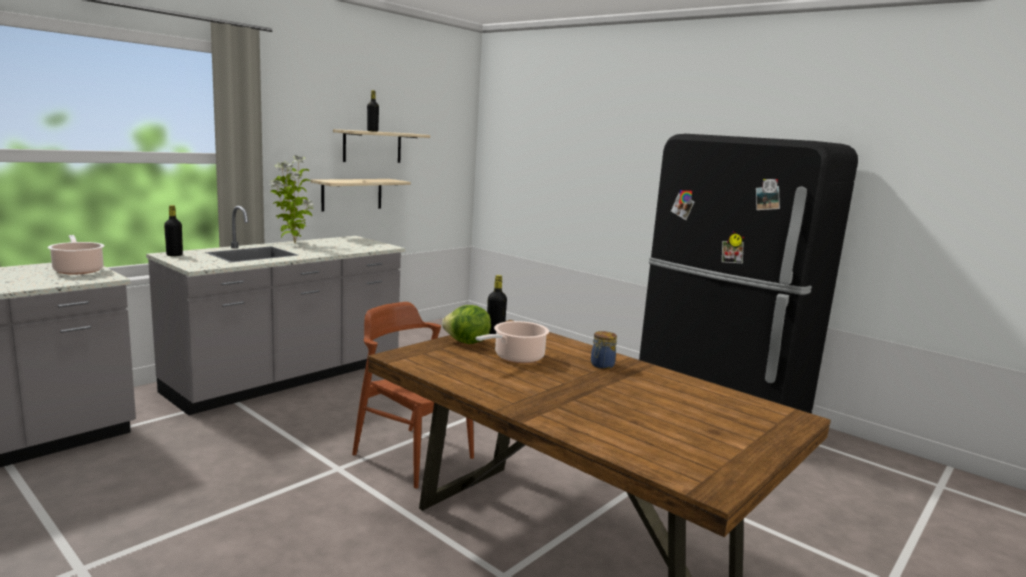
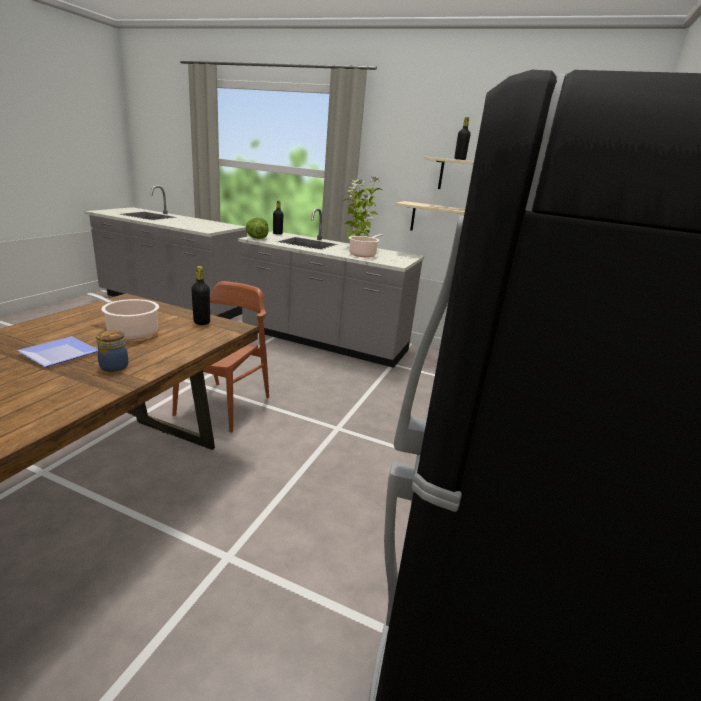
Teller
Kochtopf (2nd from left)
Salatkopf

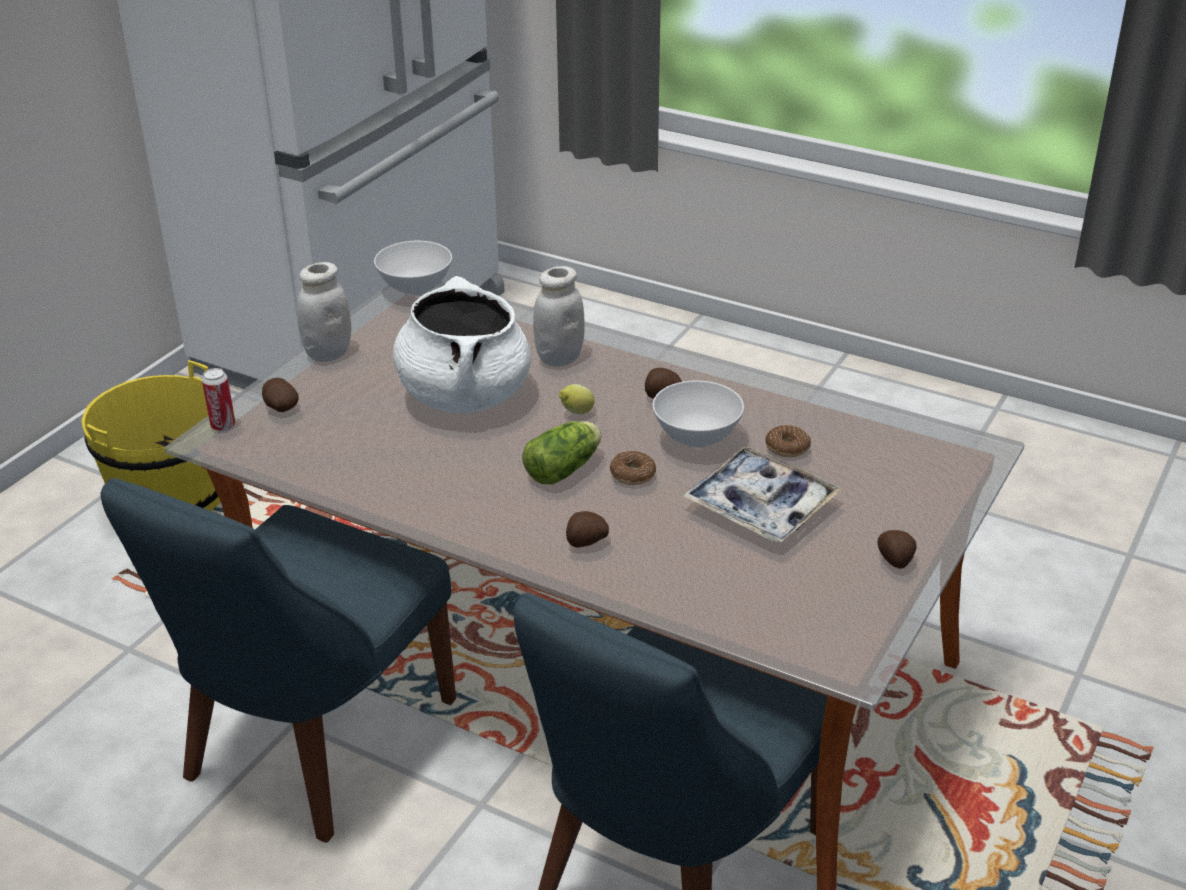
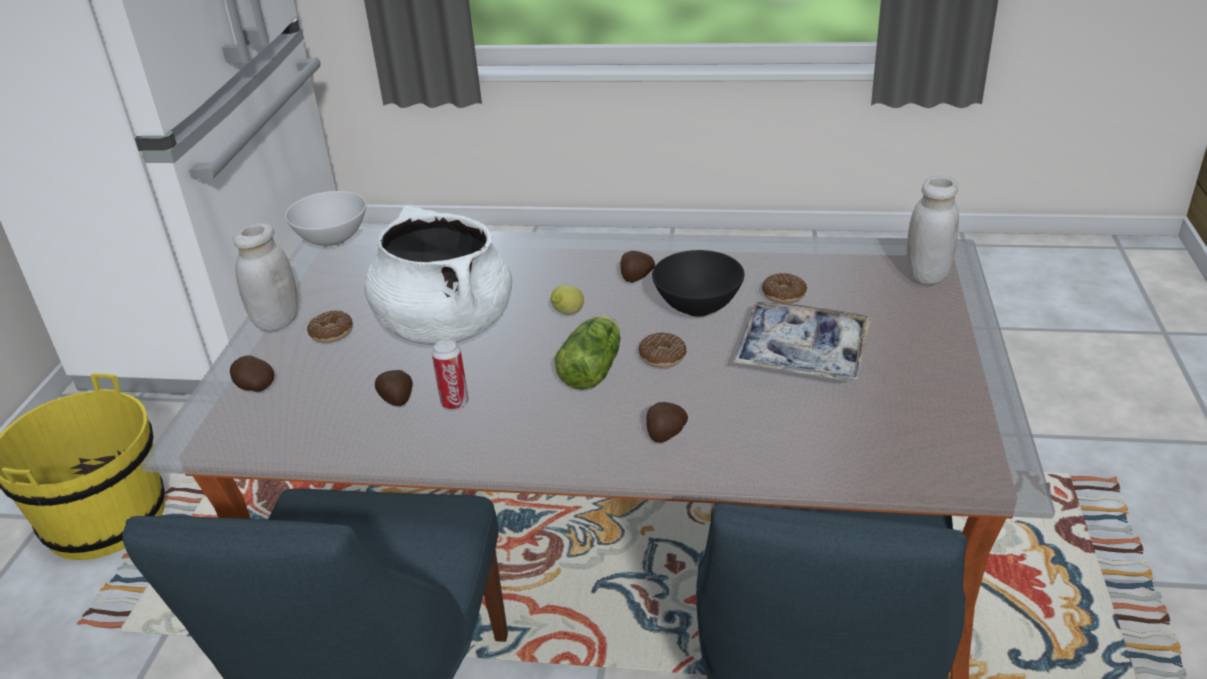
Donut (1st from left)
Dose
Vorratsglas/weiß (2nd from left)
Kartoffel (2nd from left)
Schüssel/schwarz

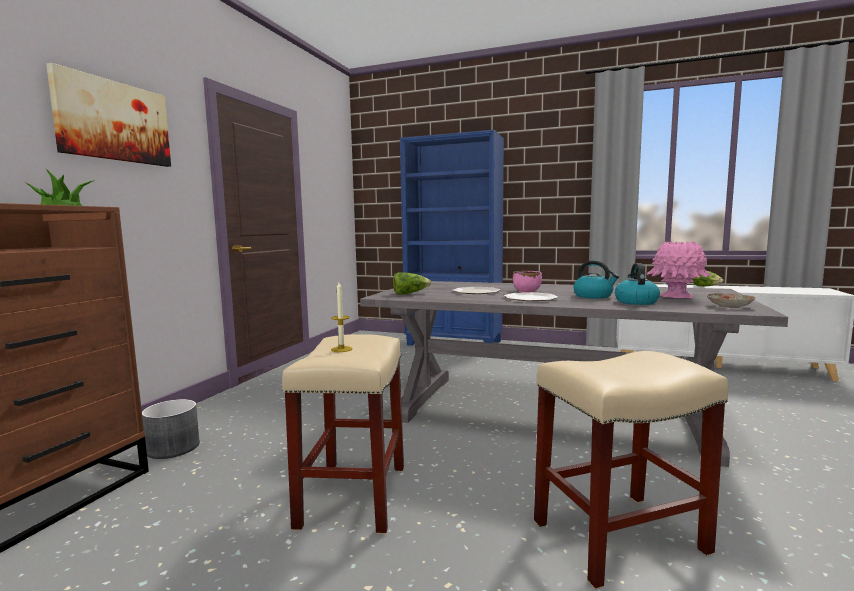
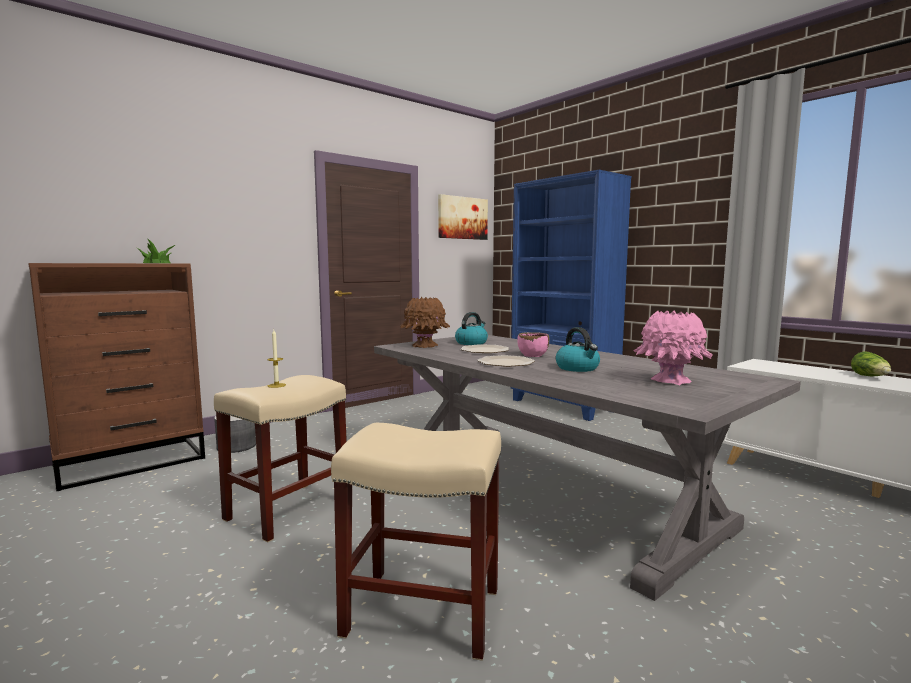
Teller (3rd from left in the first image)
Bild
Wasserkessel (1st from left)
Vase/braun

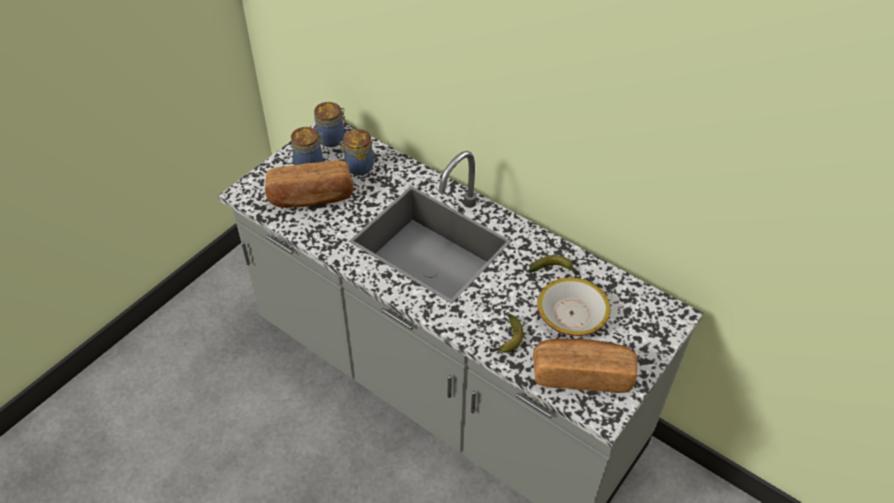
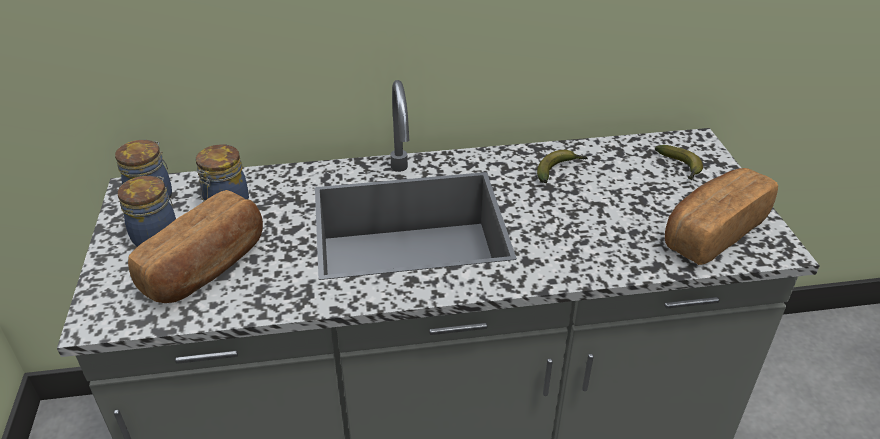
Schüssel
Banane (2nd from left)

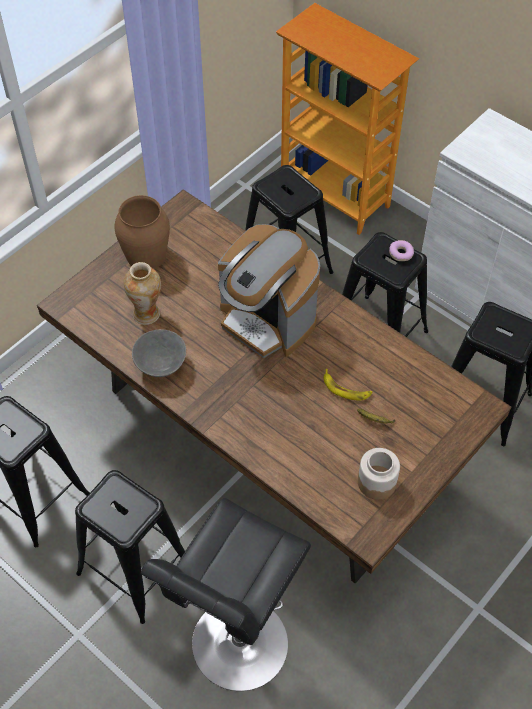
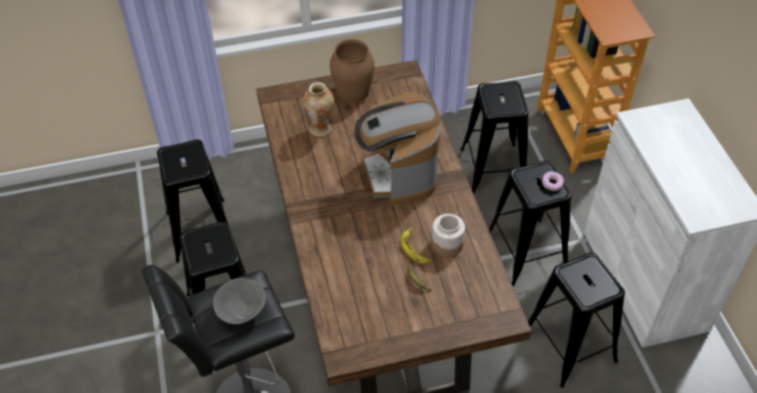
Schüssel/grau
Vorratsglas

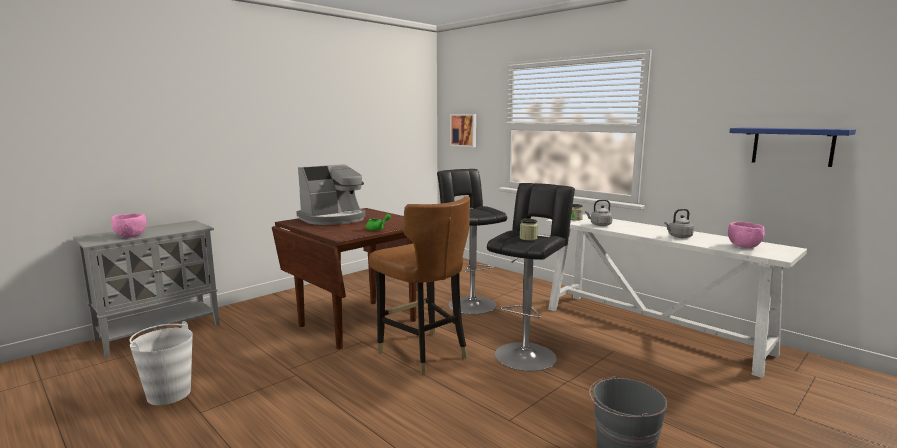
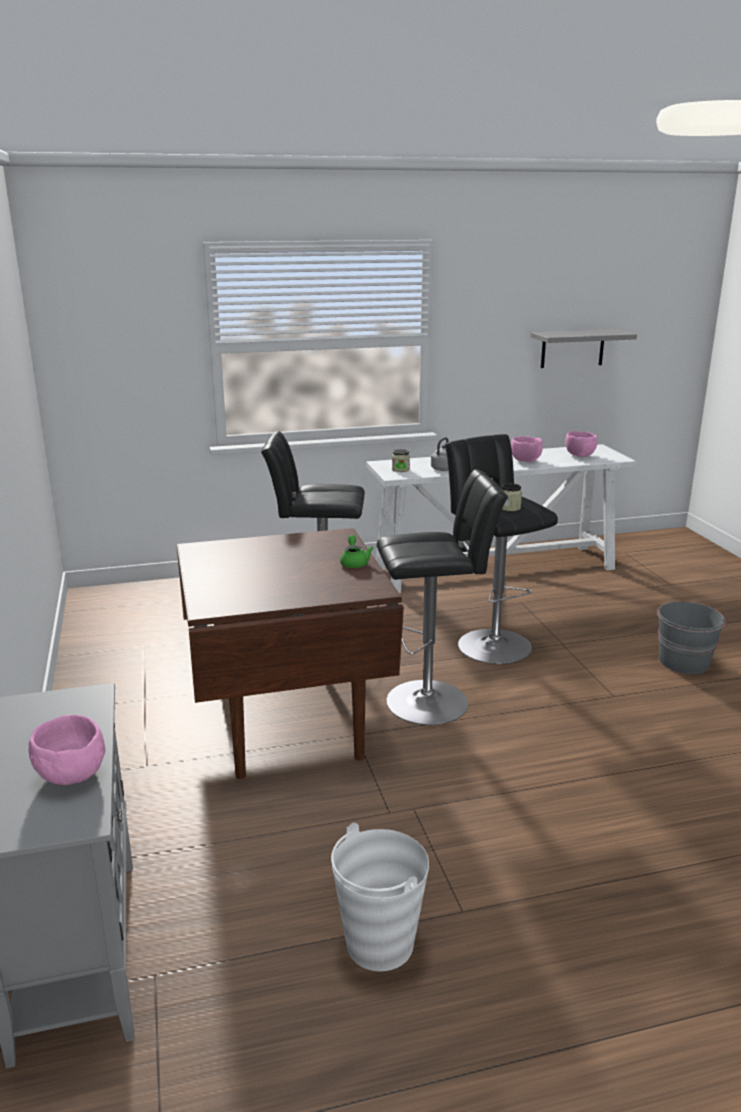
Kaffeemaschine
Bild
Hocker/schwarz (2nd from left)
Schüssel/rosa (2nd from left)
Wandregal/grau

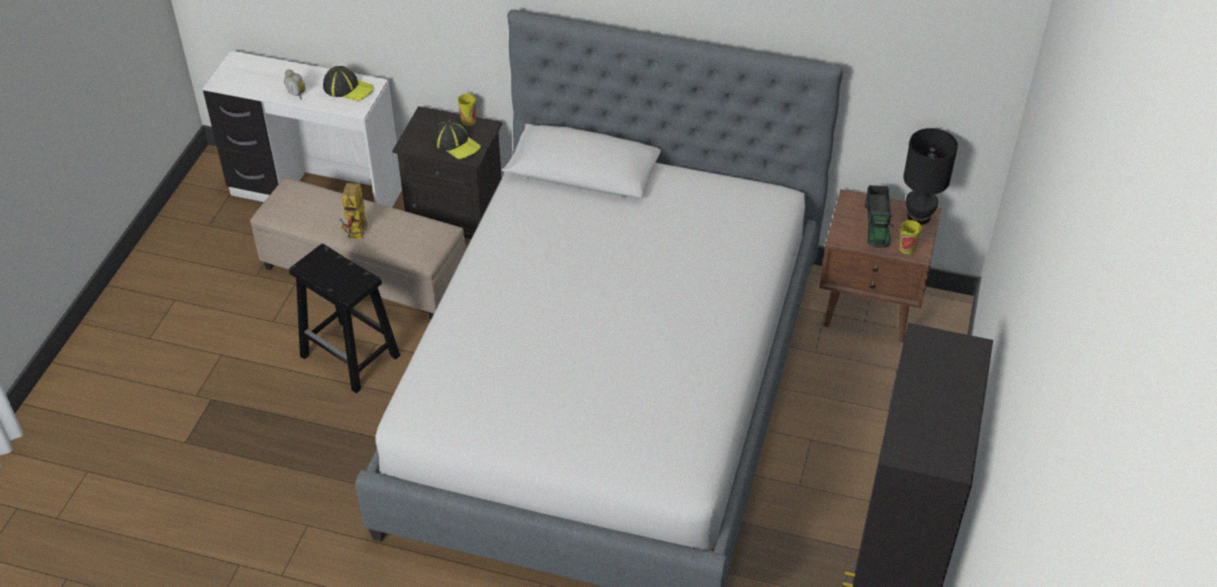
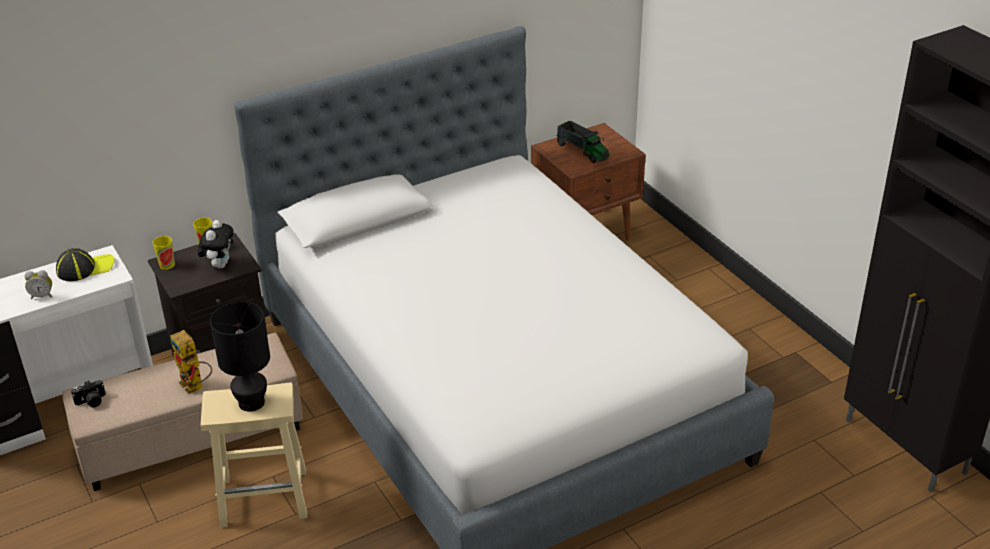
Kamera
Tasse (1st from left)
Tischlampe/schwarz
Plüschtier
Hocker/beige

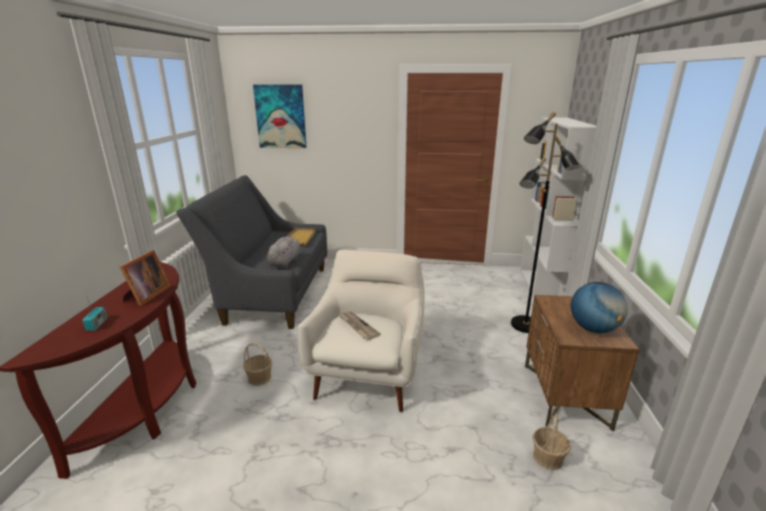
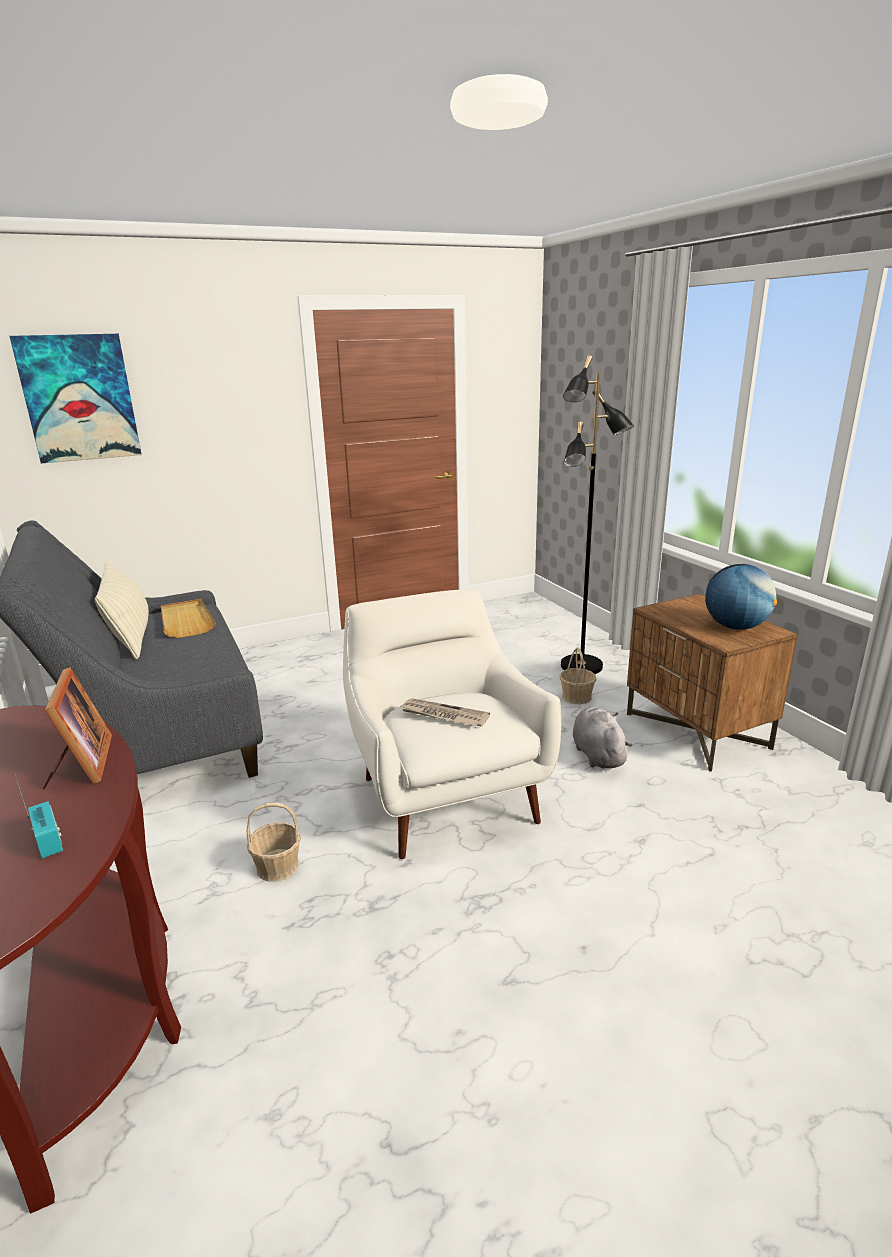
Bücherregal/weiß
Kissen/beige
Plüschtier/grau
Korb (2nd from left)

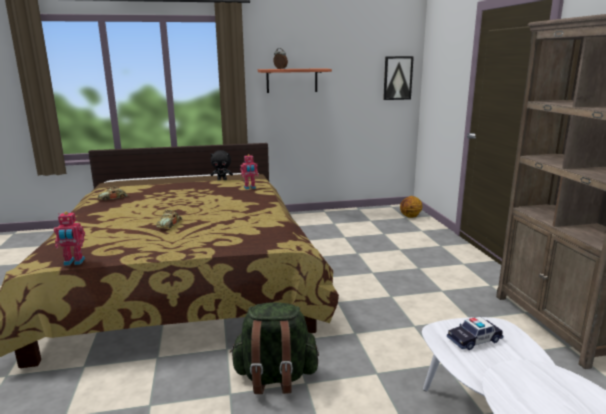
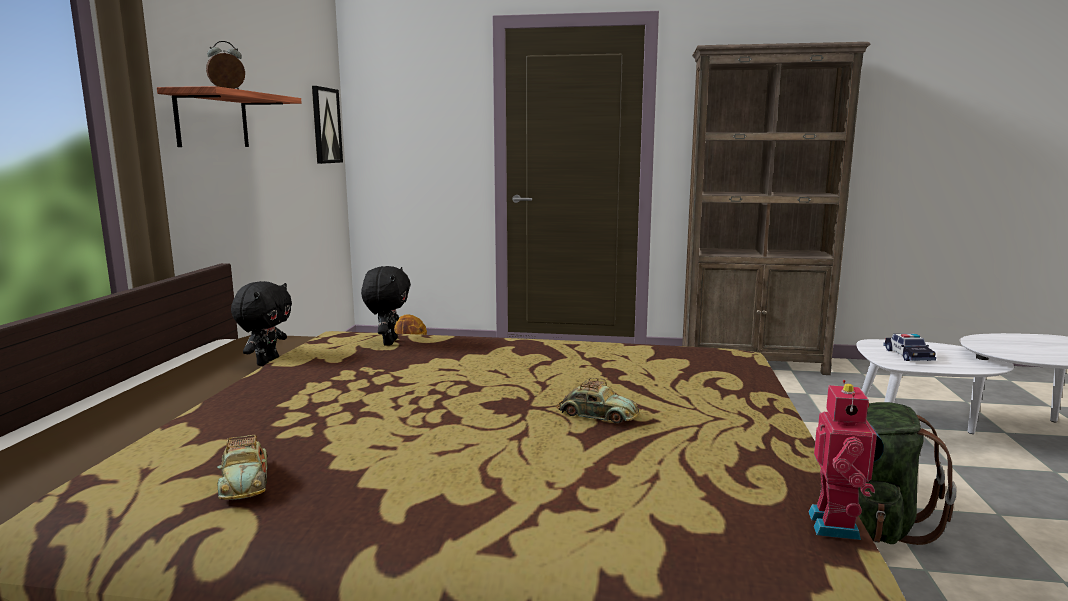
Plüschtier/schwarz (2nd from left)

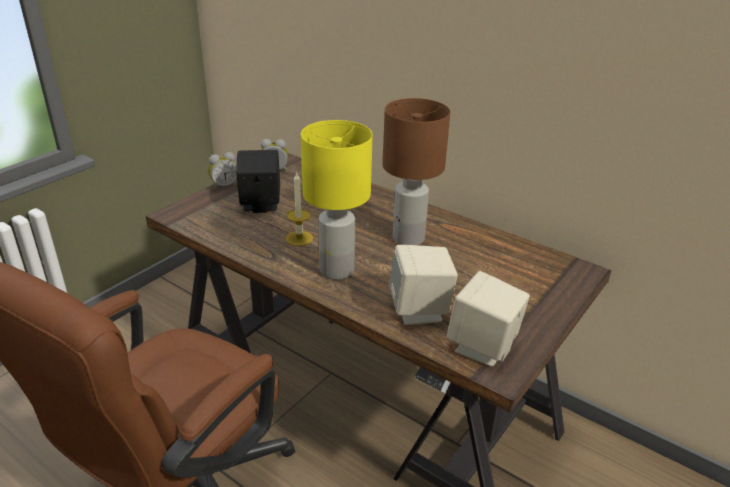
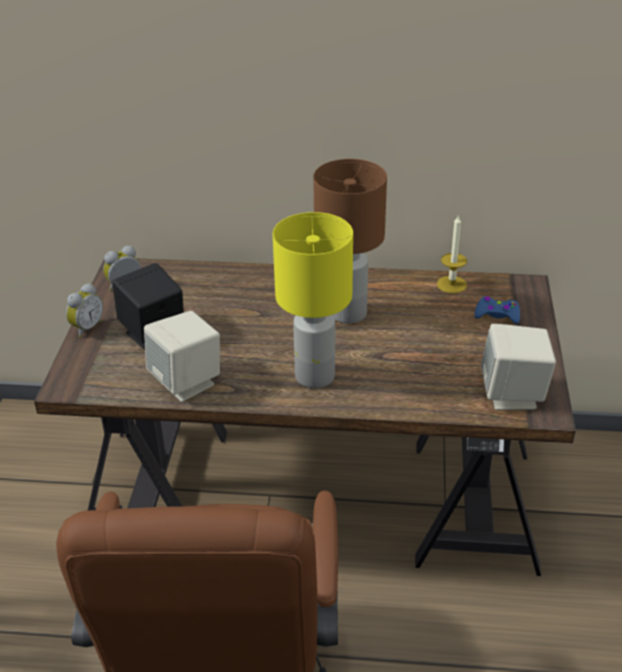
Gamepad/blau
Kerze
Lautsprecher/beige (1st from left)

